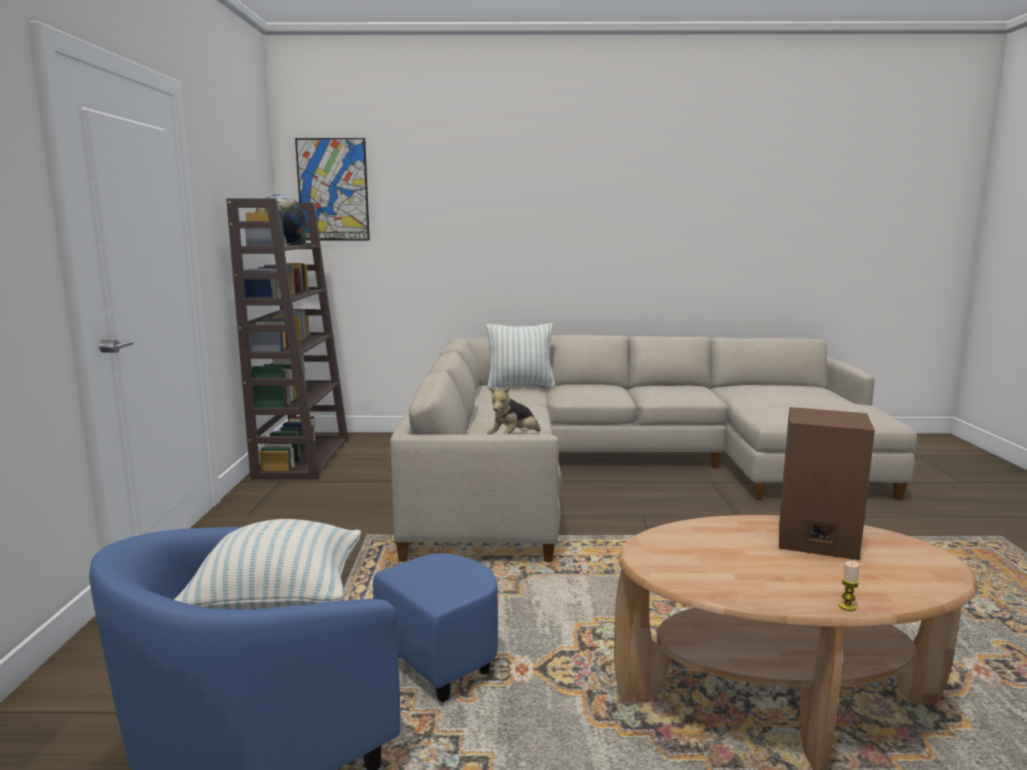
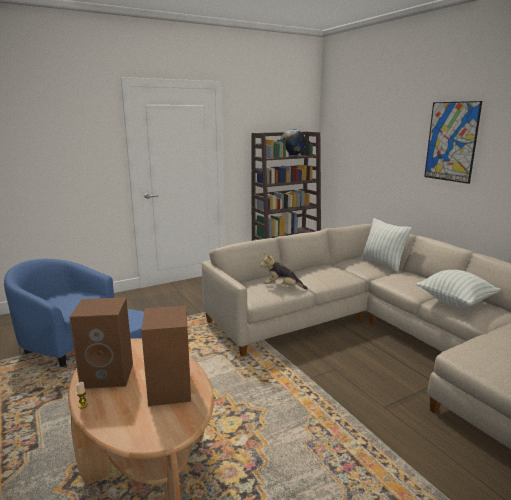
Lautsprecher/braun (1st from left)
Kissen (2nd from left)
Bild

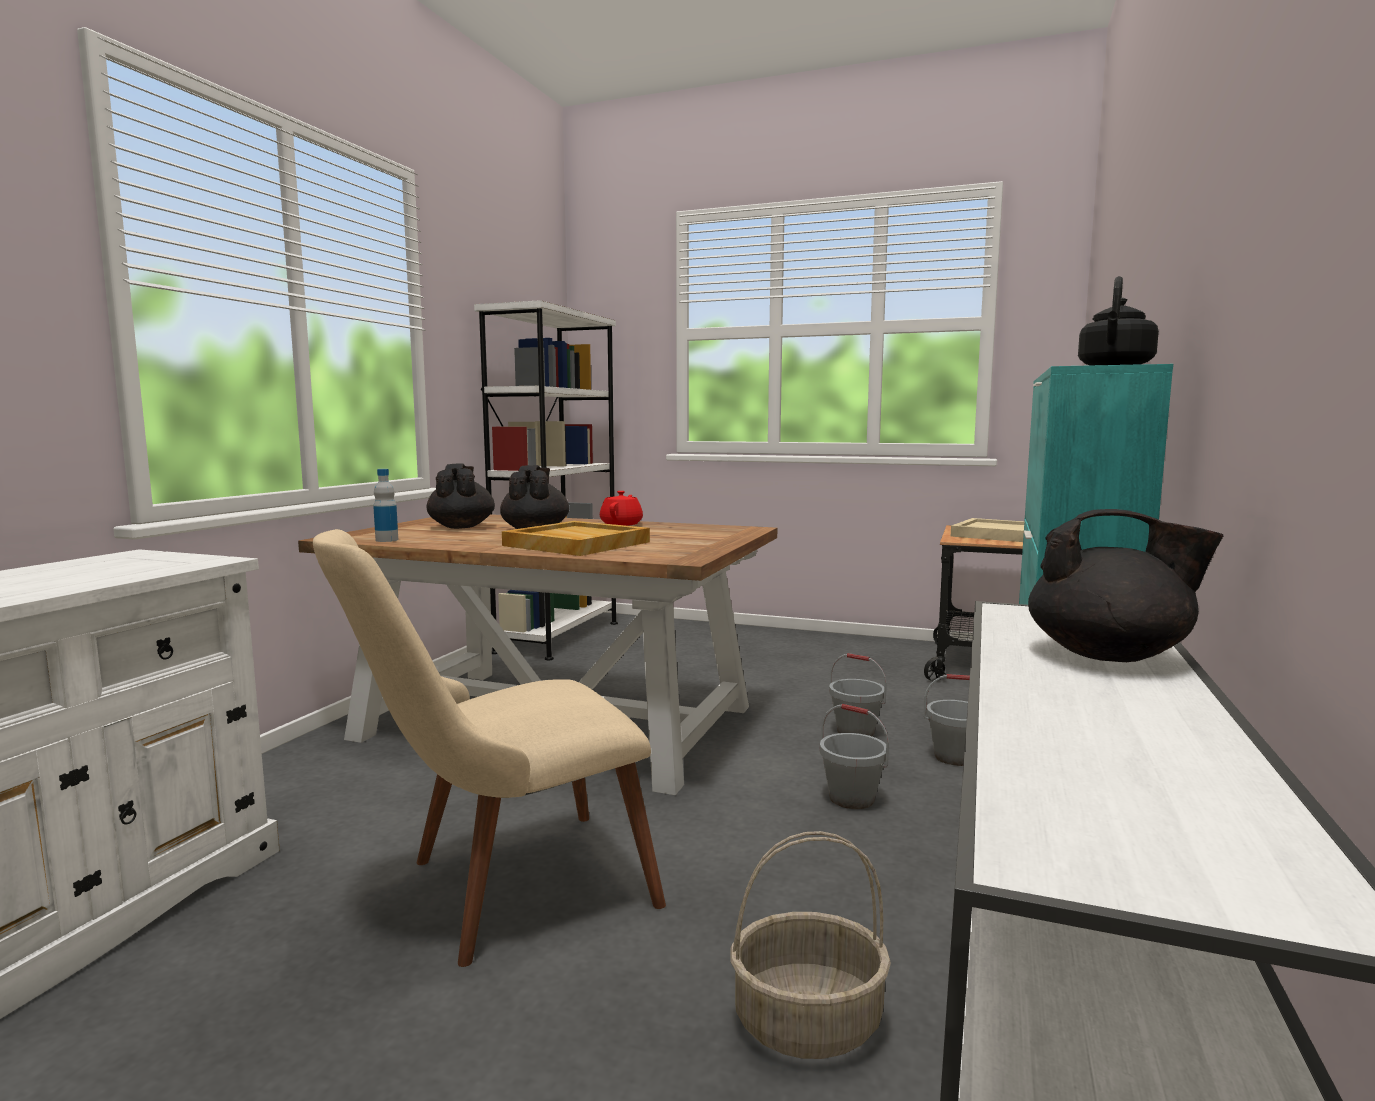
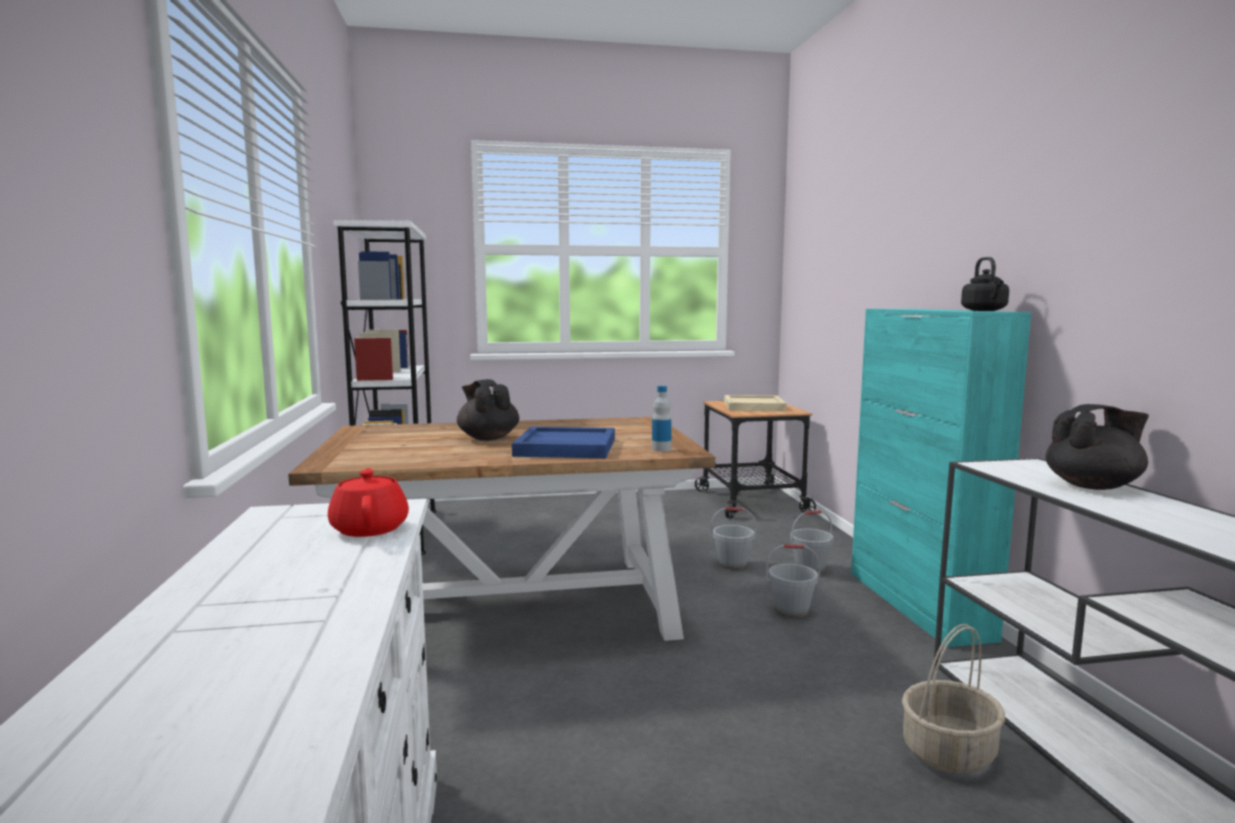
Stuhl/beige
Teekanne/schwarz (1st from left in the first image)
Flasche
Teekanne/rot
Tablett/blau

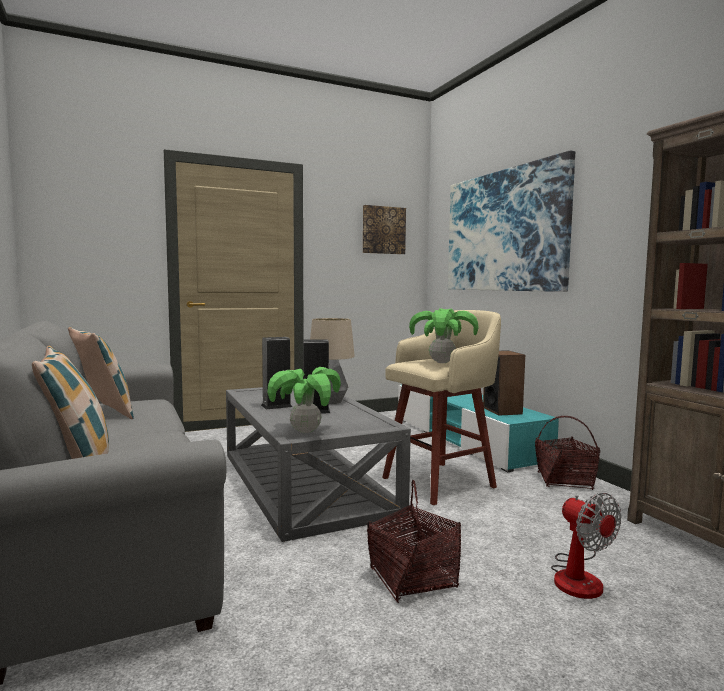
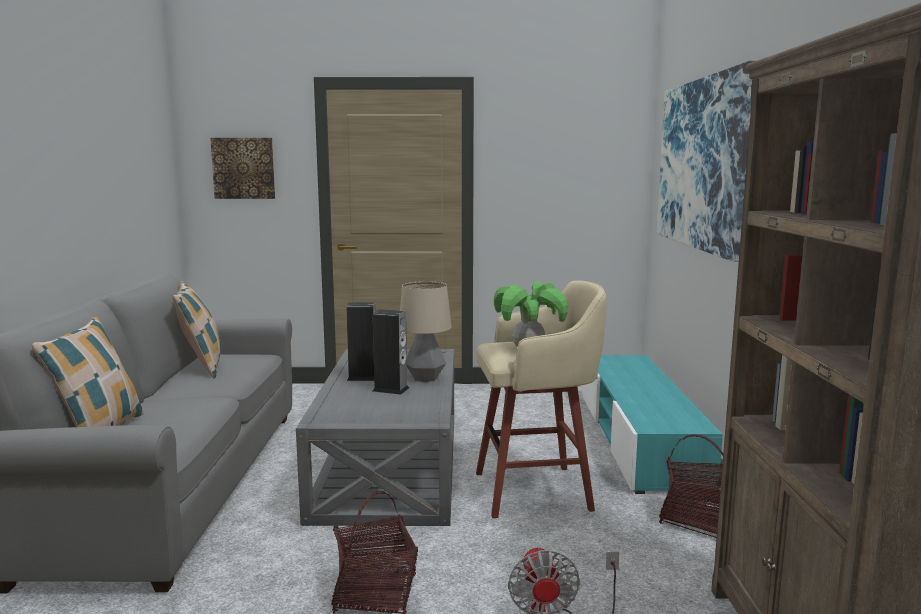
Topfpflanze (1st from left in the first image)
Lautsprecher (3rd from left in the first image)
Bild (1st from left)

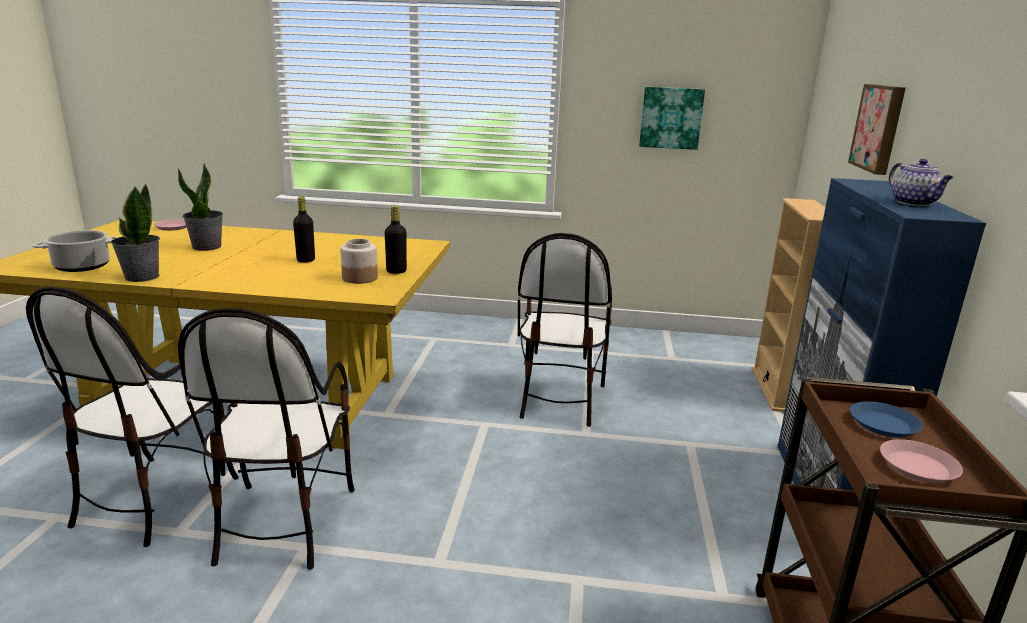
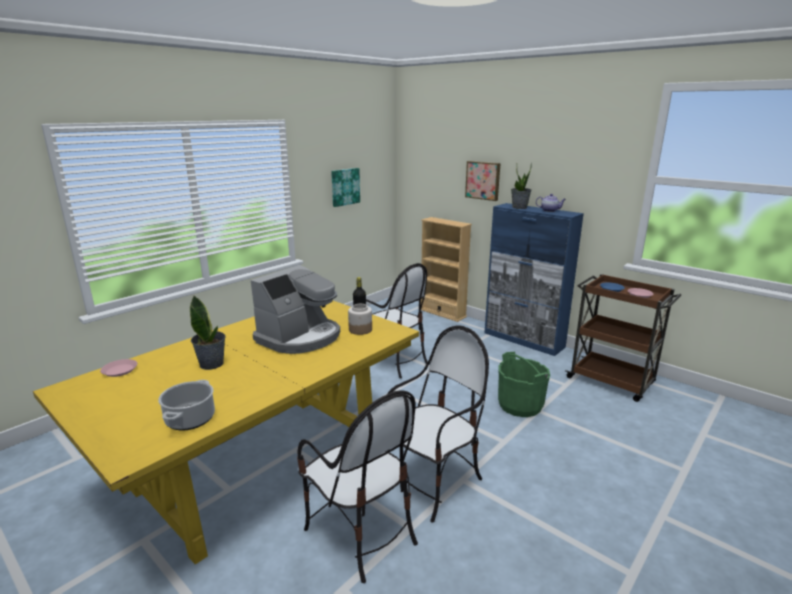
Eimer/grün
Topfpflanze (2nd from left)
Kaffeemaschine
Stuhl (3rd from left)

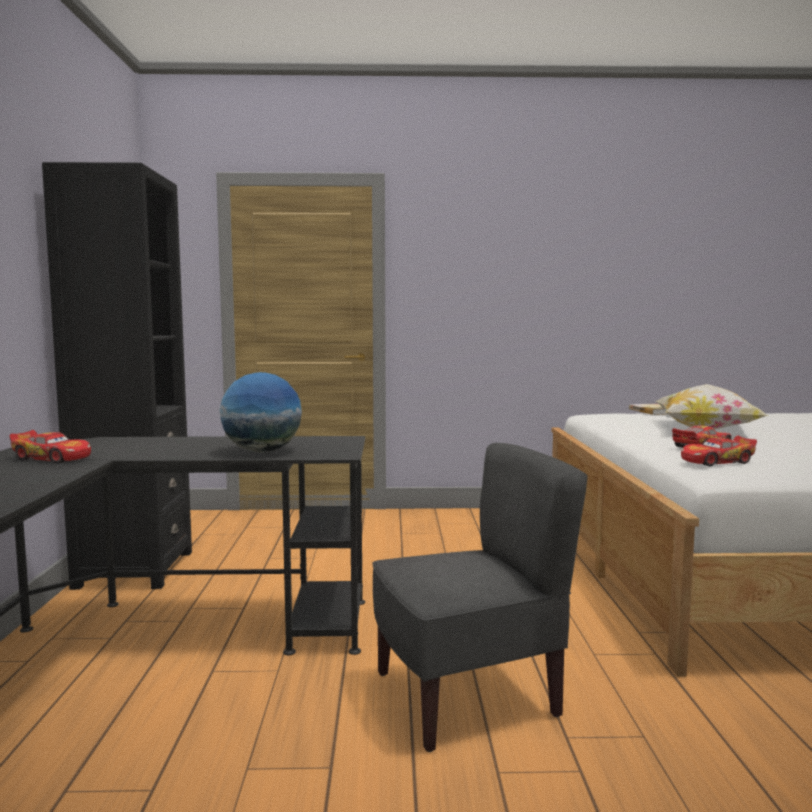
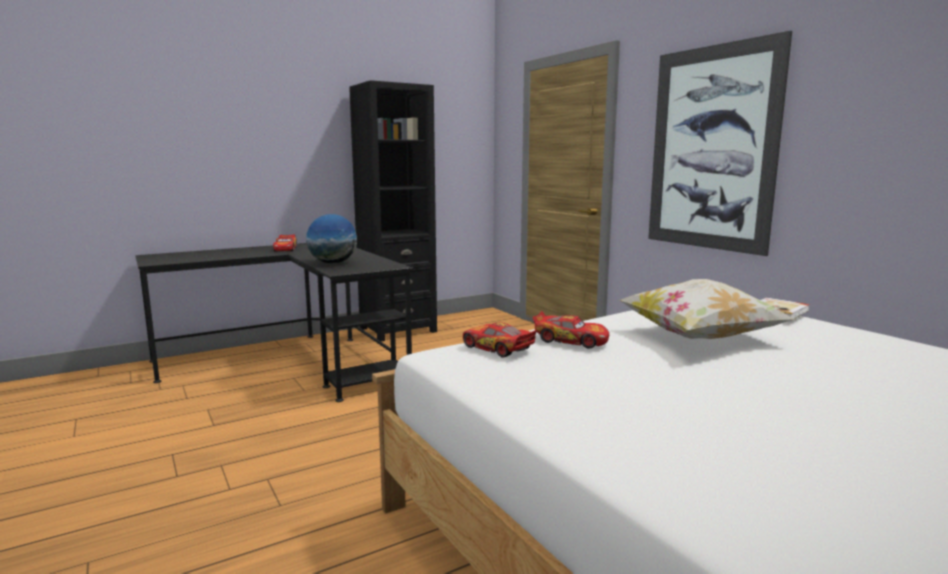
Stuhl/grau
Bild

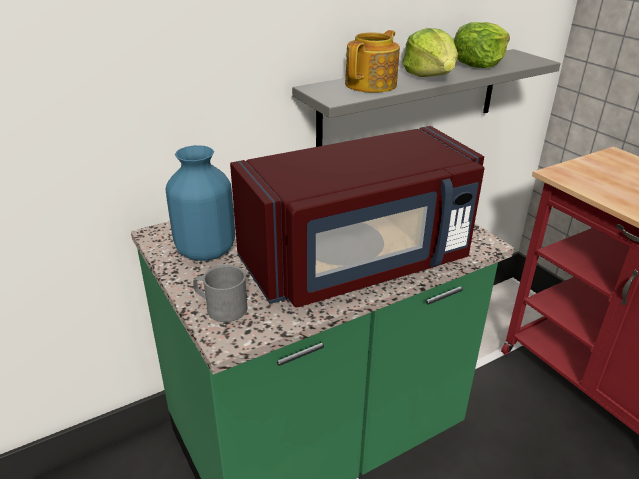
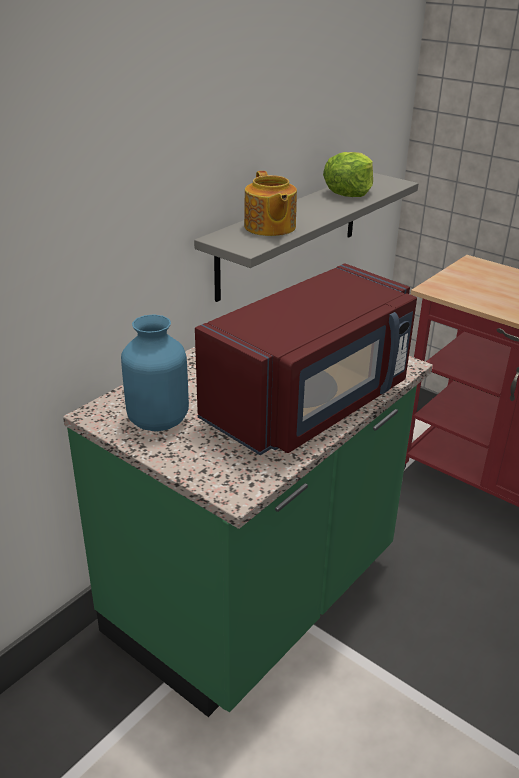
Henkelbecher/grau
Salatkopf (1st from left in the first image)
Teekanne

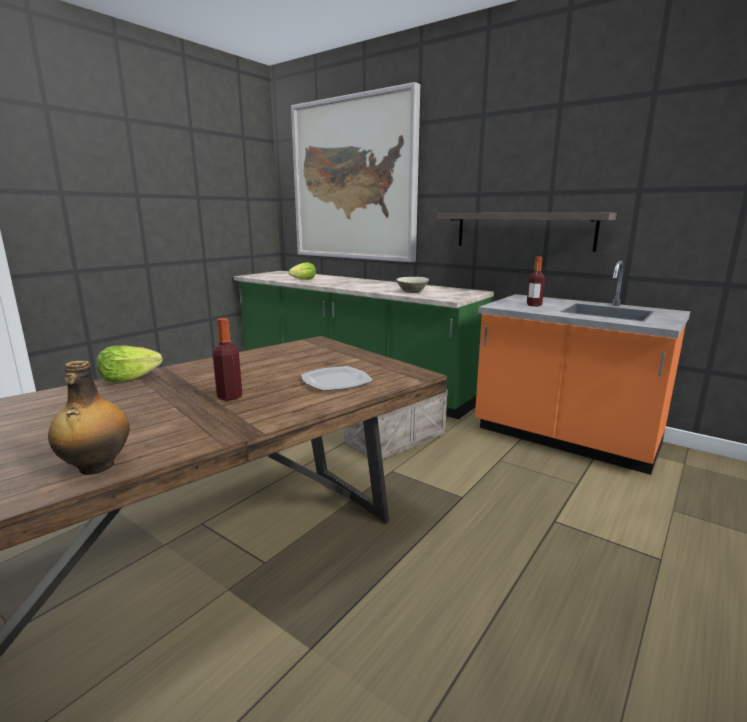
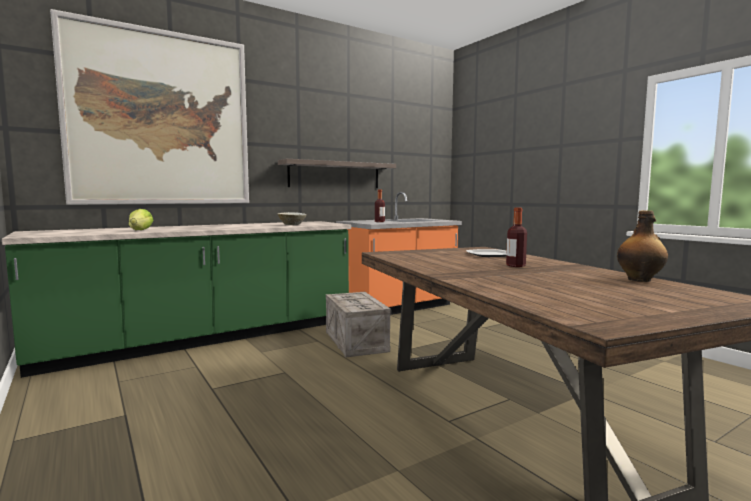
Salatkopf (1st from left in the first image)

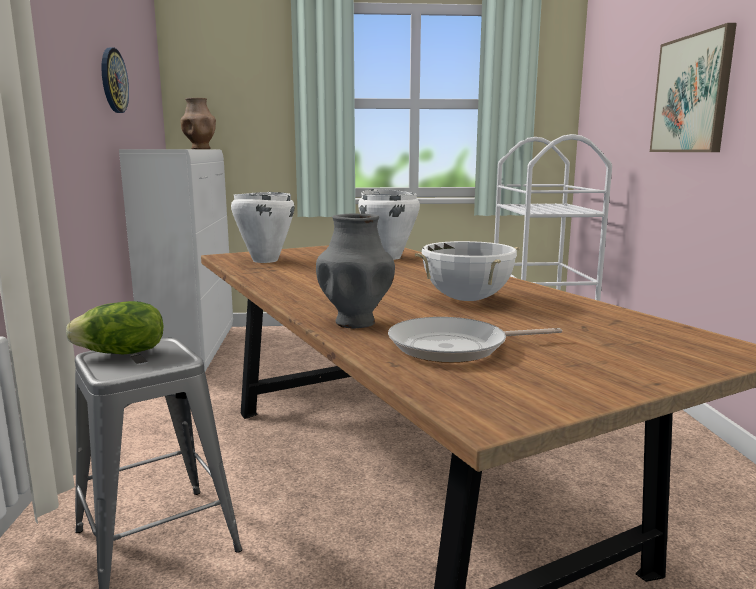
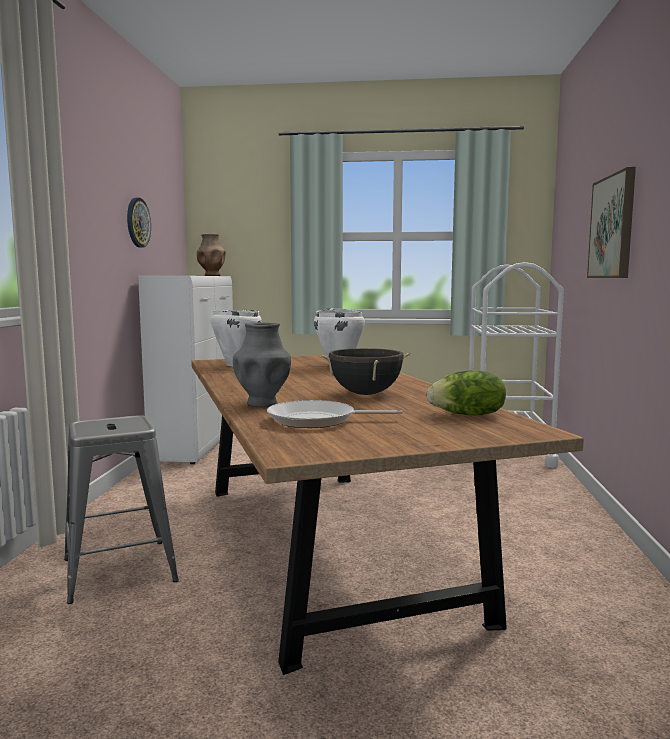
Salatkopf
Kochtopf/schwarz

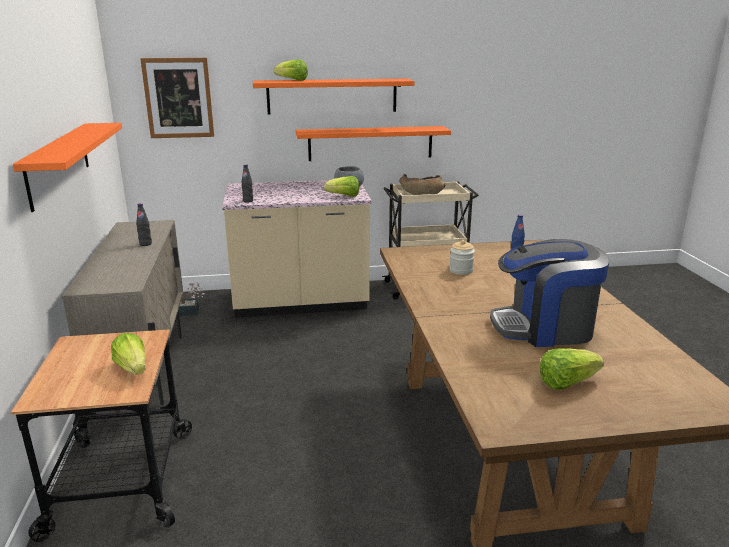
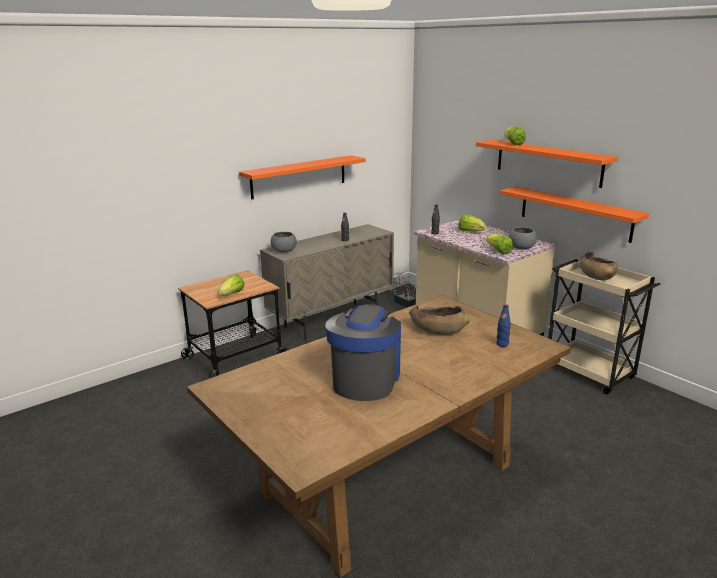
Bild
Schüssel/grau (1st from left)
Salatkopf (2nd from left)
Schüssel/braun (1st from left)
Kaffeemaschine

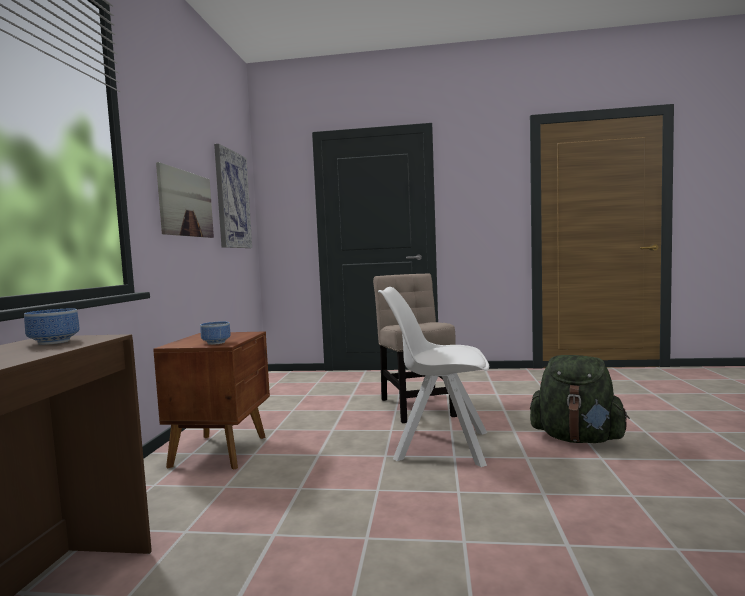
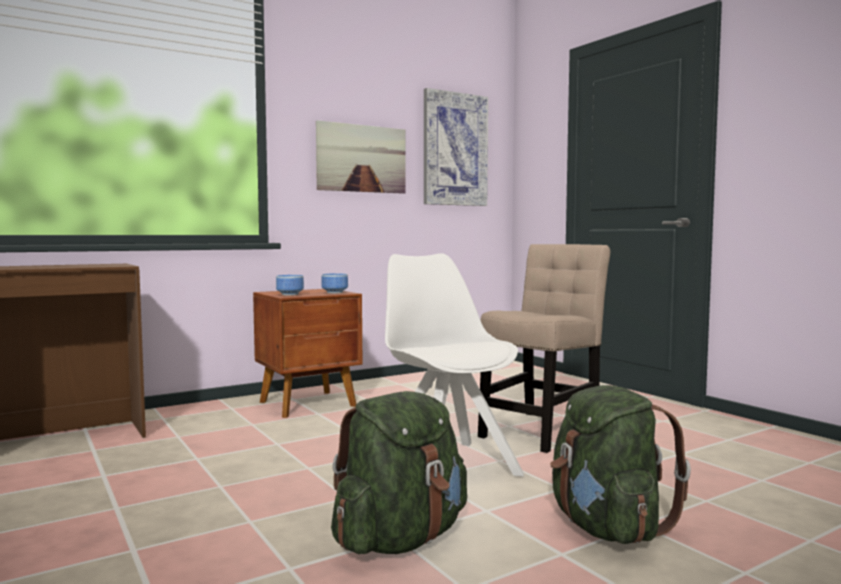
Rucksack/grün (1st from left)
Schüssel (2nd from left)

